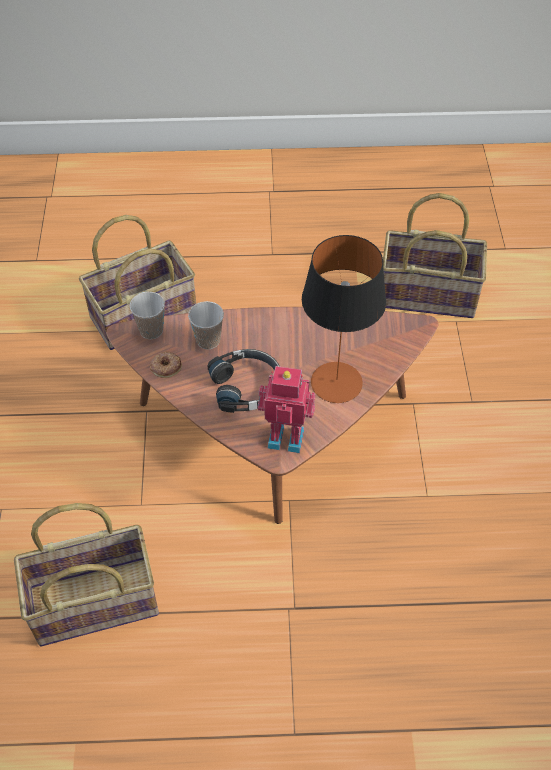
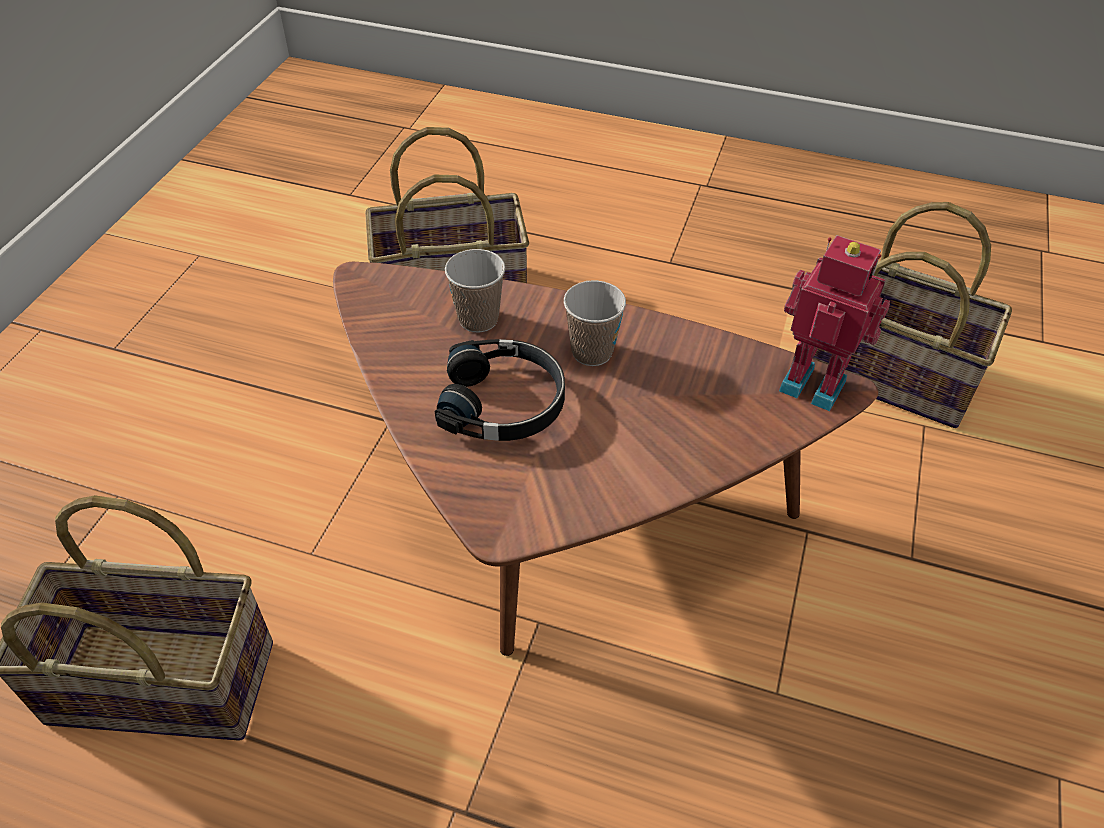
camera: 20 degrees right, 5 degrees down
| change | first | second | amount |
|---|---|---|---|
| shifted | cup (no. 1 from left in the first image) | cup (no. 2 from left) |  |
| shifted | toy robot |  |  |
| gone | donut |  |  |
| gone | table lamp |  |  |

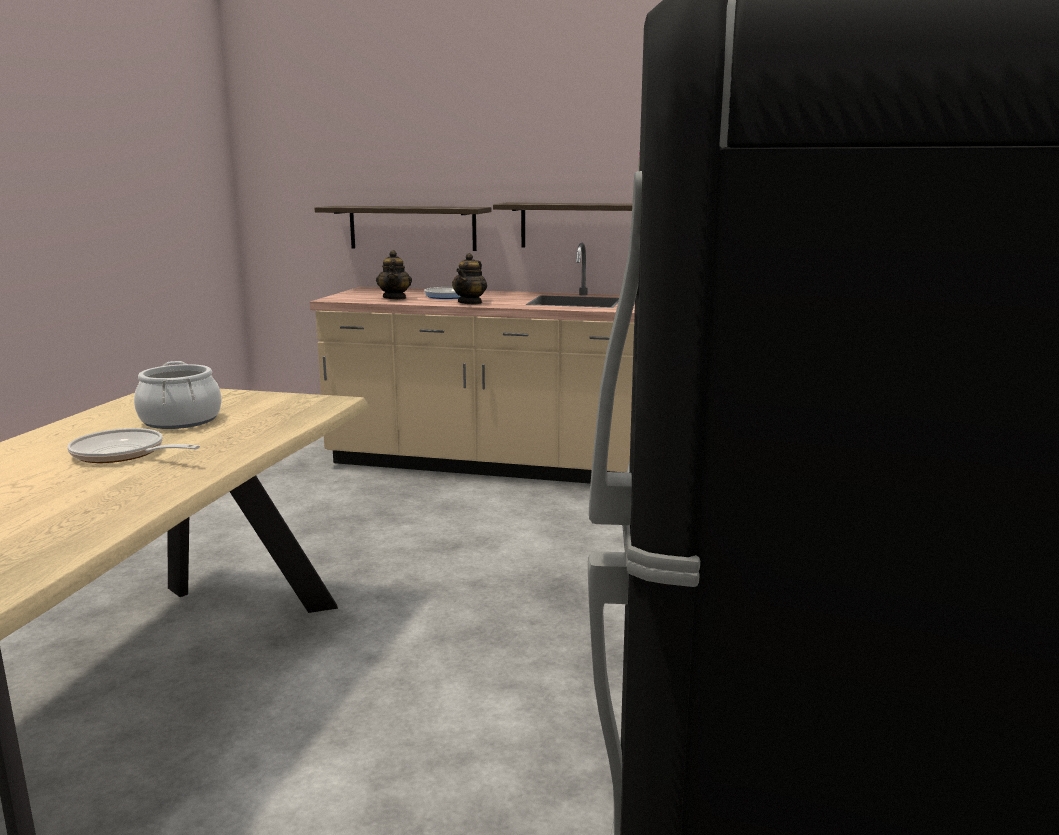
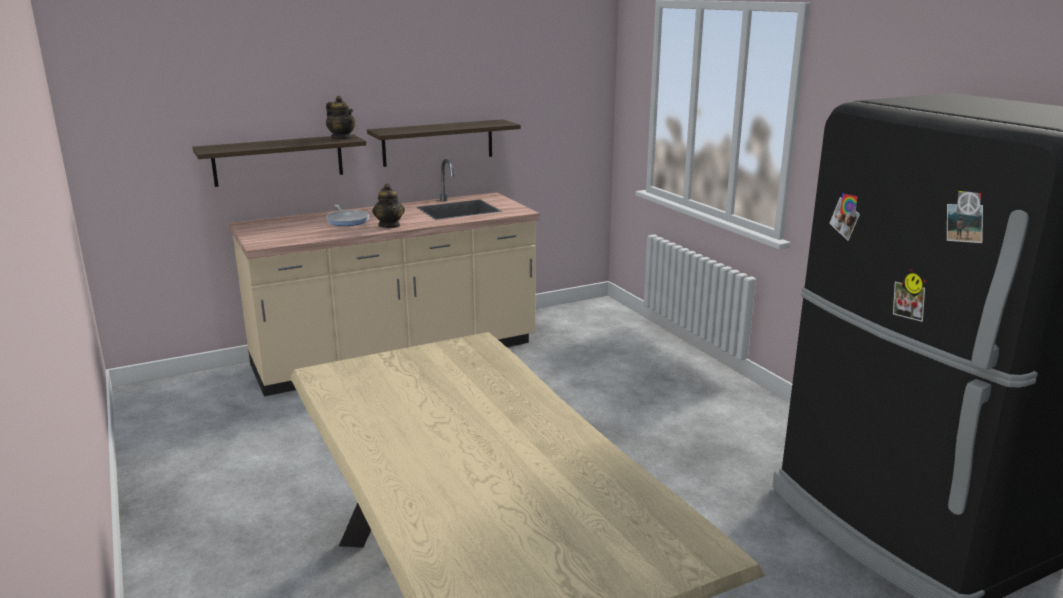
camera: 40 degrees left, 5 degrees up
| change | first | second | amount |
|---|---|---|---|
| shifted | teapot (no. 1 from left) |  |  |
| gone | frying pan (no. 1 from left) |  |  |
| gone | cooking pot |  |  |

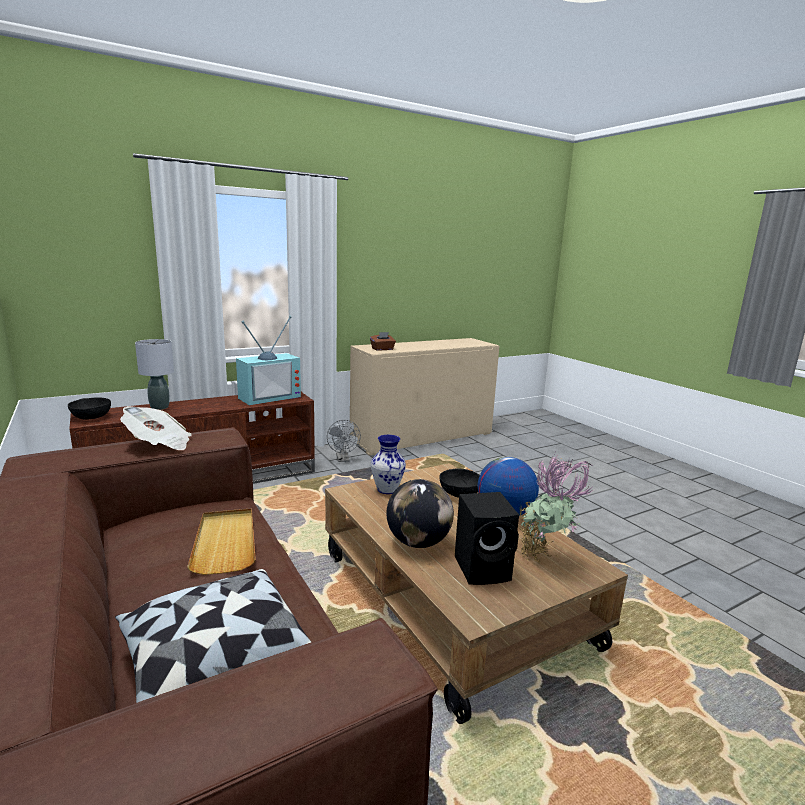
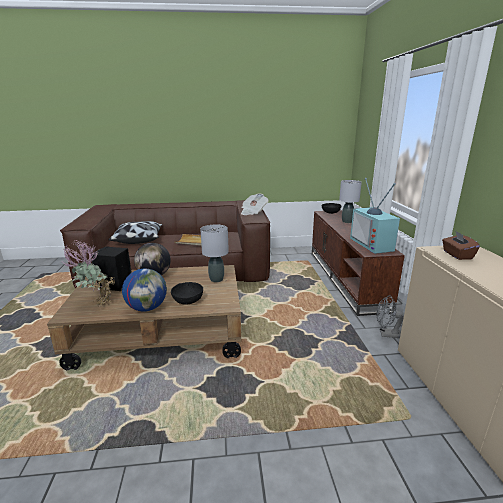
camera: 115 degrees right, 5 degrees up
| change | first | second | amount |
|---|---|---|---|
| swapped | vase | table lamp/grey (no. 1 from left) |  |

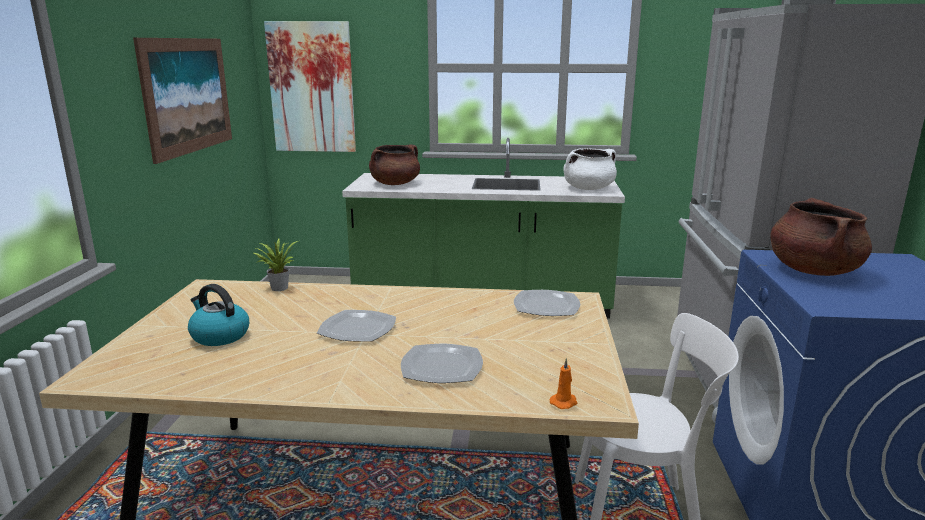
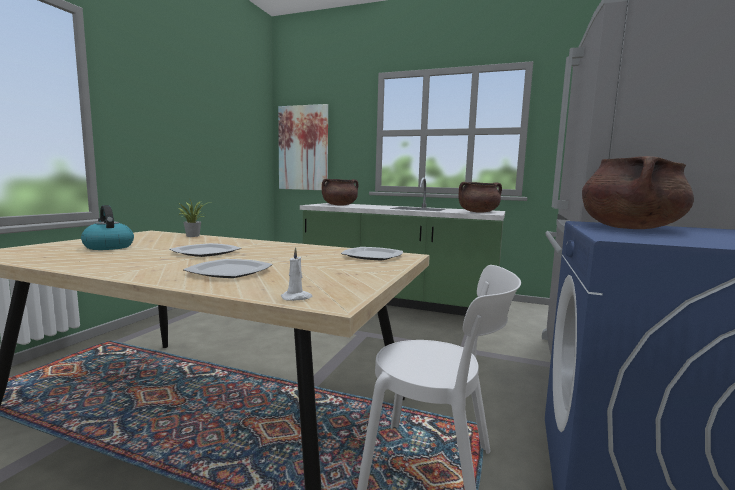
camera: 15 degrees right, 10 degrees down
| change | first | second | amount |
|---|---|---|---|
| repainted | candle/orange | candle/white |  |
| repainted | cooking pot/white | cooking pot/brown (no. 2 from left) |  |
| gone | picture (no. 1 from left) |  |  |

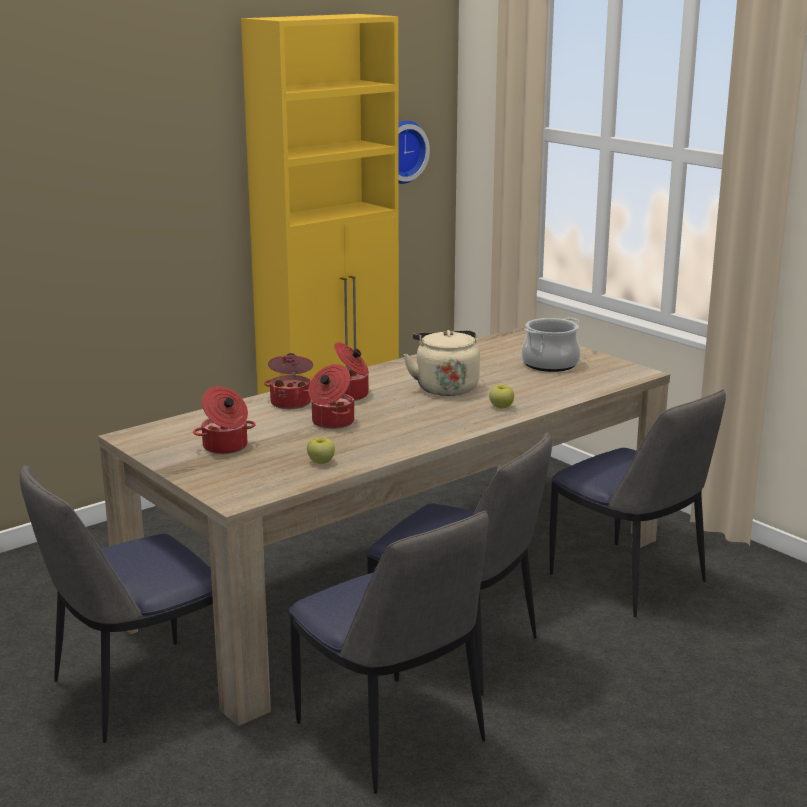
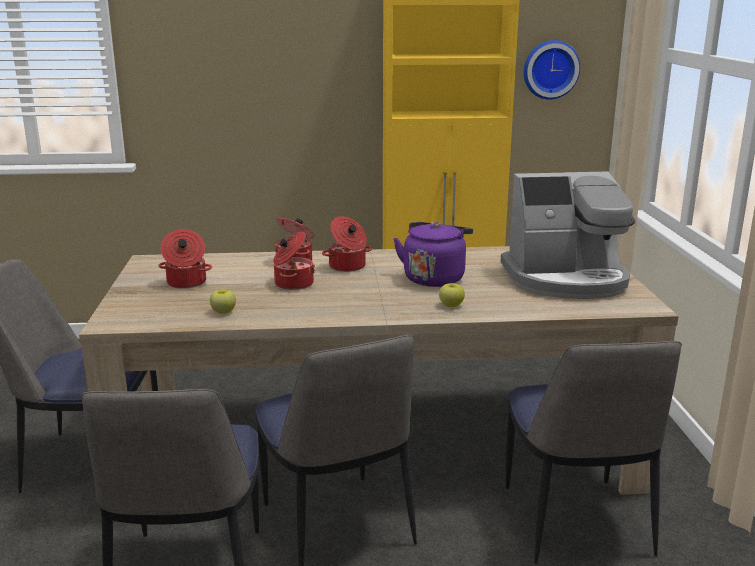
camera: 35 degrees right, 0 degrees up
| change | first | second | amount |
|---|---|---|---|
| repainted | kettle/beige | kettle/purple |  |
| swapped | cooking pot (no. 5 from left) | coffee machine |  |

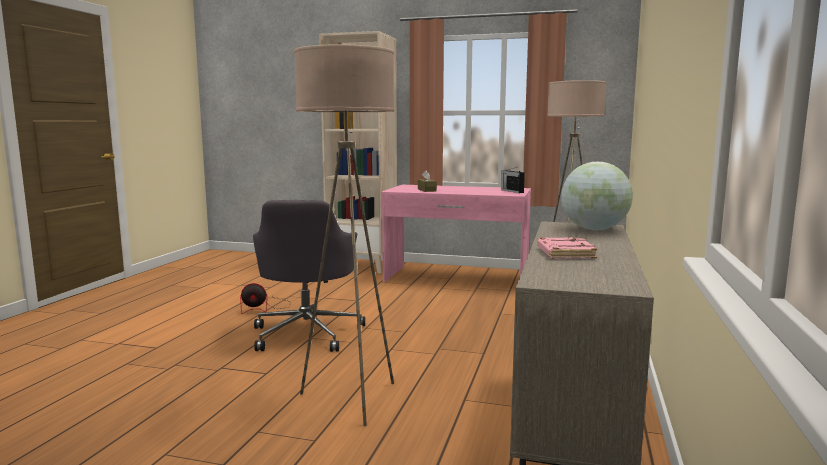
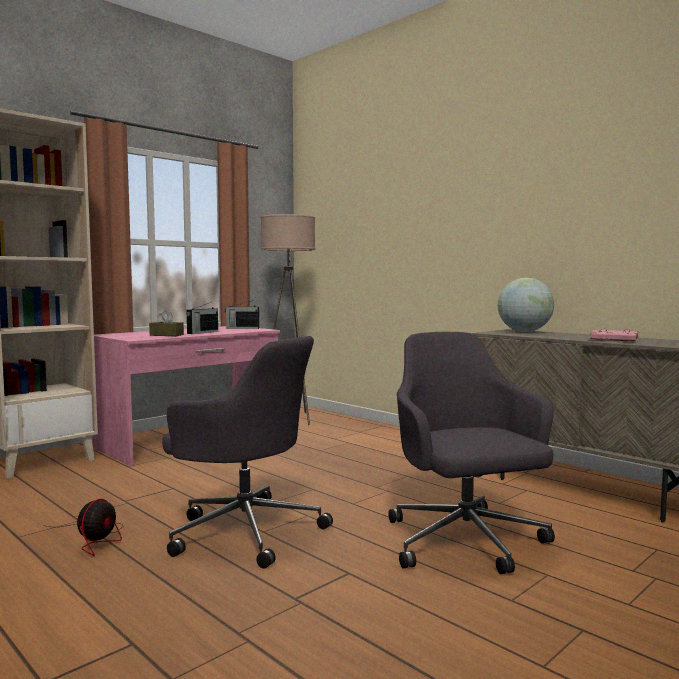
camera: 60 degrees left, 5 degrees down
| change | first | second | amount |
|---|---|---|---|
| new |  | radio (no. 1 from left) |  |
| swapped | floor lamp/beige (no. 1 from left) | office chair/grey (no. 2 from left) |  |

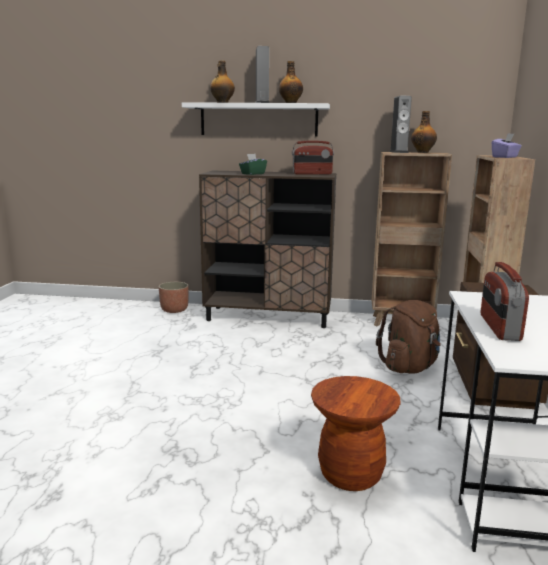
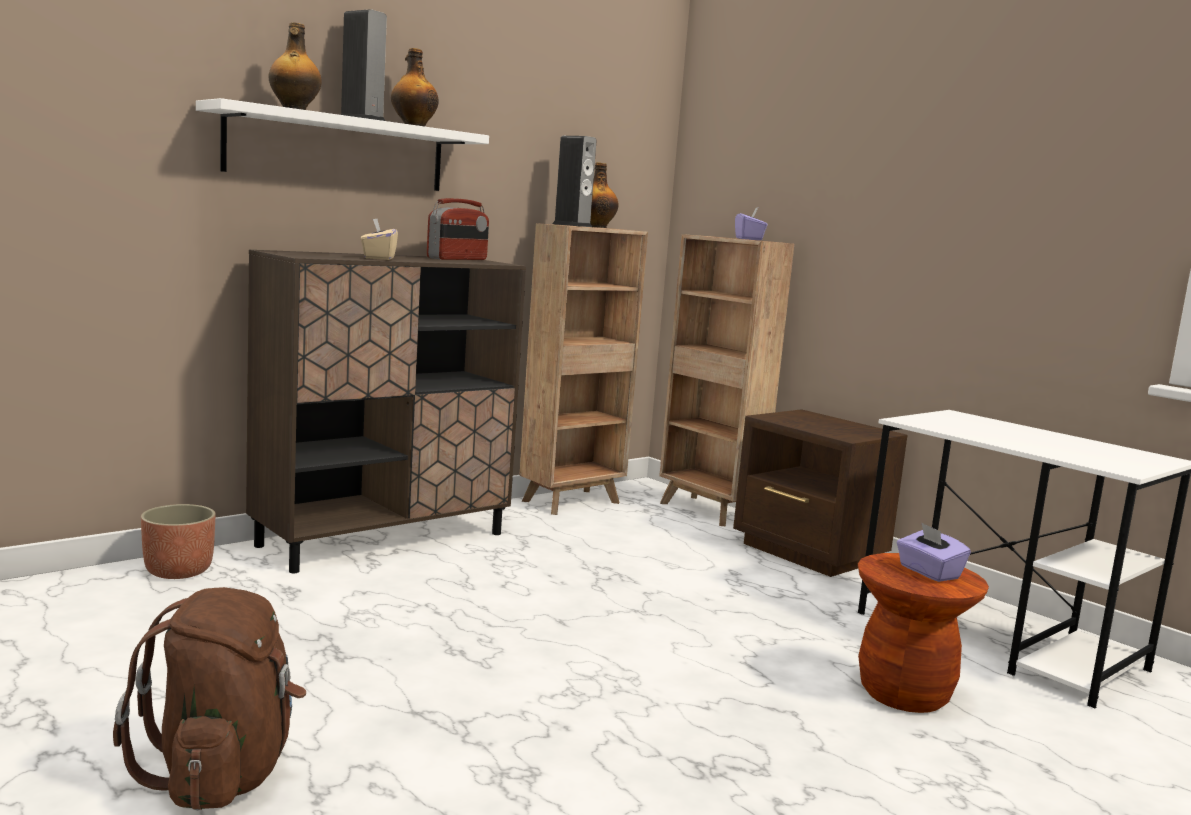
camera: 50 degrees left, 5 degrees down
| change | first | second | amount |
|---|---|---|---|
| shifted | backpack/brown |  |  |
| repainted | tissue box/green | tissue box/beige |  |
| new |  | tissue box/purple (no. 2 from left) |  |
| gone | radio (no. 2 from left) |  |  |

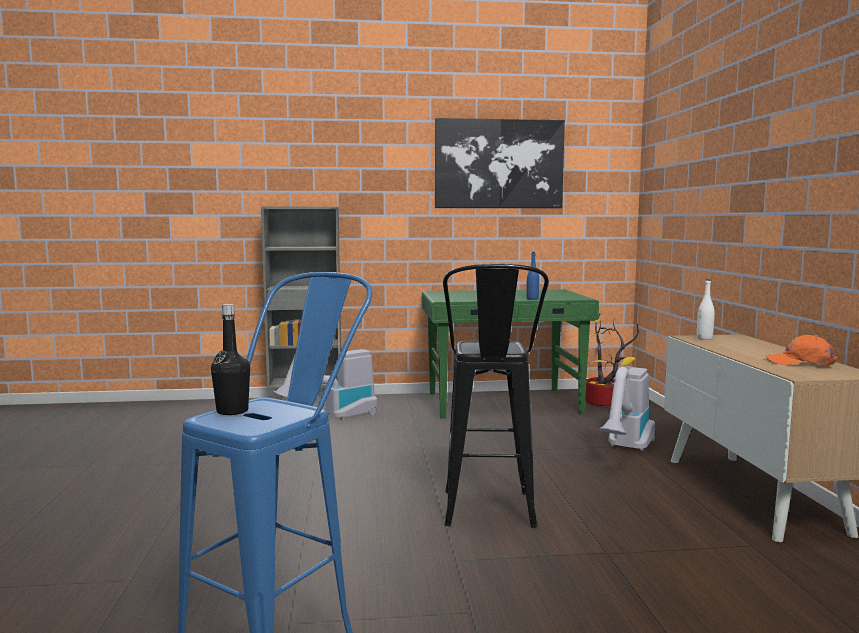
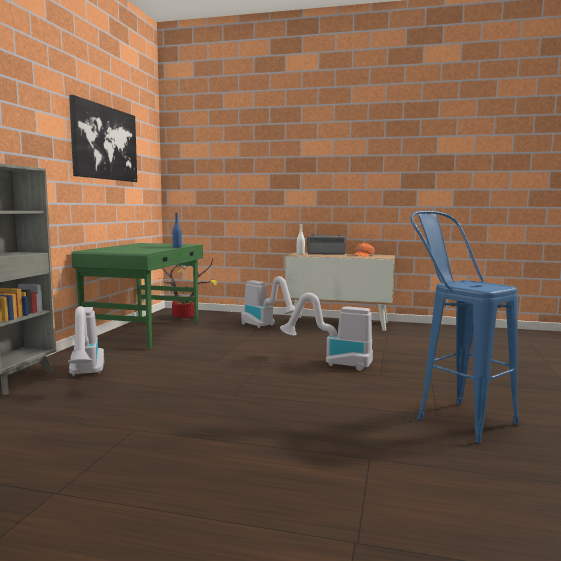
camera: 70 degrees left, 0 degrees up
| change | first | second | amount |
|---|---|---|---|
| swapped | stool/black | vacuum cleaner (no. 3 from left) |  |
| new |  | radio |  |
| gone | bottle/black |  |  |

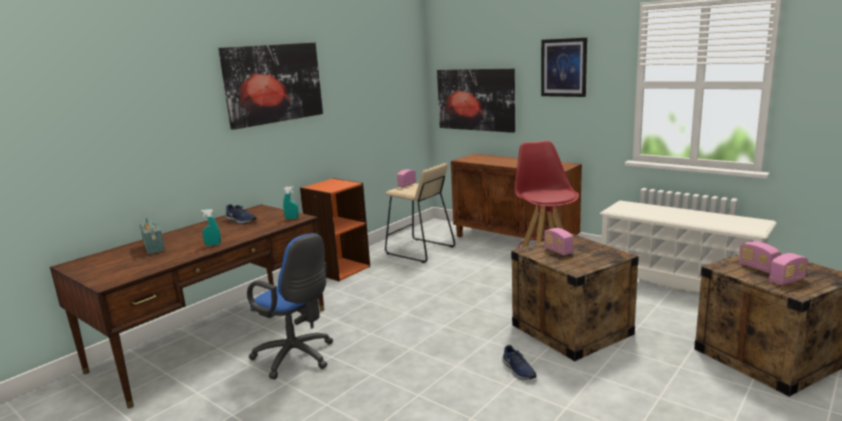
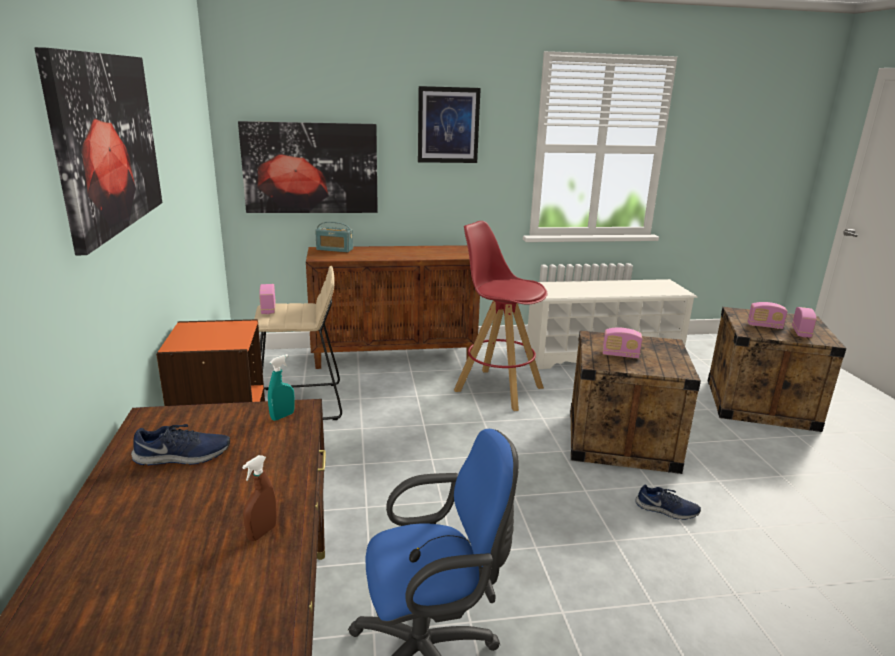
camera: 50 degrees left, 5 degrees up
| change | first | second | amount |
|---|---|---|---|
| repainted | spray bottle/turquoise (no. 1 from left) | spray bottle/brown |  |
| shifted | radio (no. 1 from left in the first image) | radio (no. 2 from left) |  |

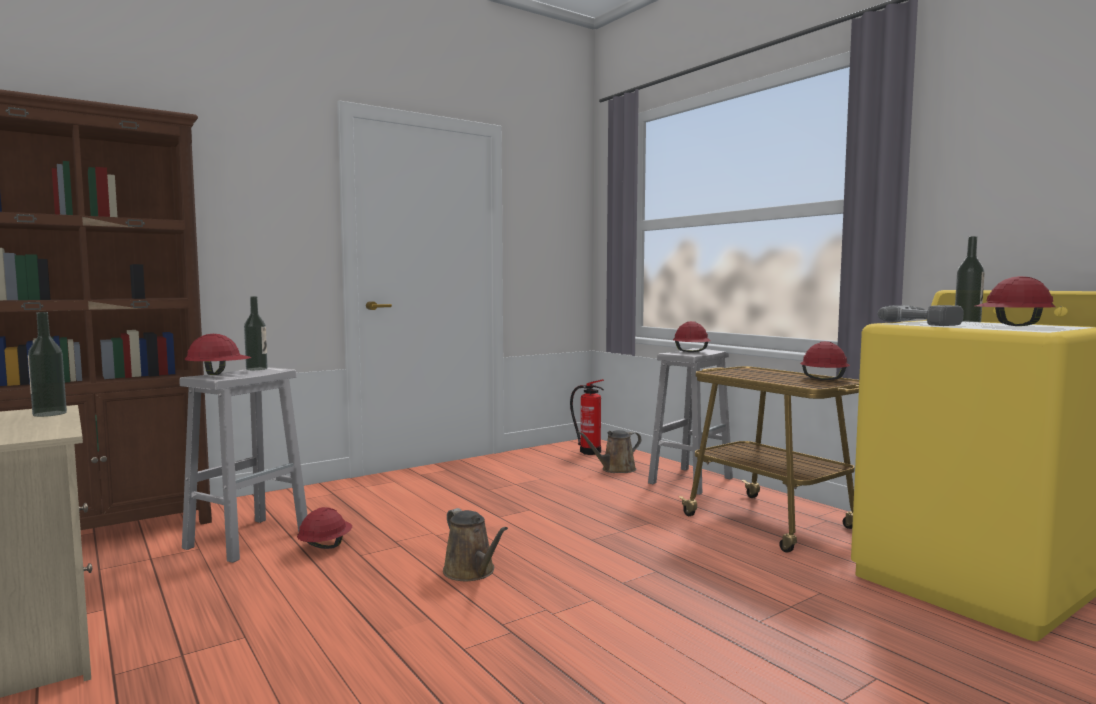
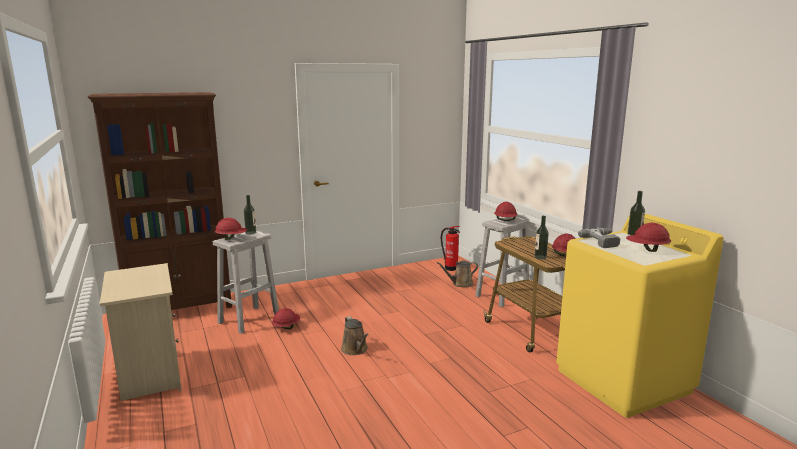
camera: 10 degrees right, 10 degrees up
| change | first | second | amount |
|---|---|---|---|
| shifted | bottle (no. 1 from left in the first image) | bottle (no. 2 from left) |  |

